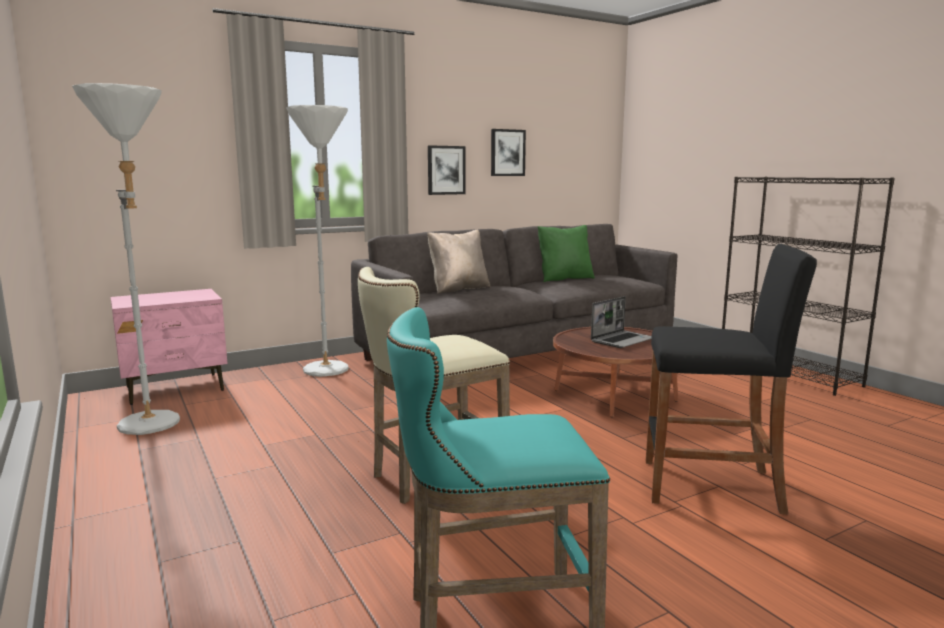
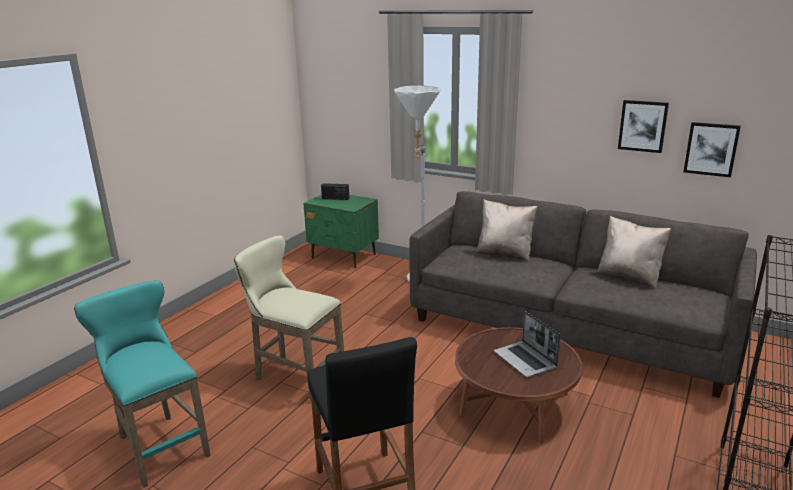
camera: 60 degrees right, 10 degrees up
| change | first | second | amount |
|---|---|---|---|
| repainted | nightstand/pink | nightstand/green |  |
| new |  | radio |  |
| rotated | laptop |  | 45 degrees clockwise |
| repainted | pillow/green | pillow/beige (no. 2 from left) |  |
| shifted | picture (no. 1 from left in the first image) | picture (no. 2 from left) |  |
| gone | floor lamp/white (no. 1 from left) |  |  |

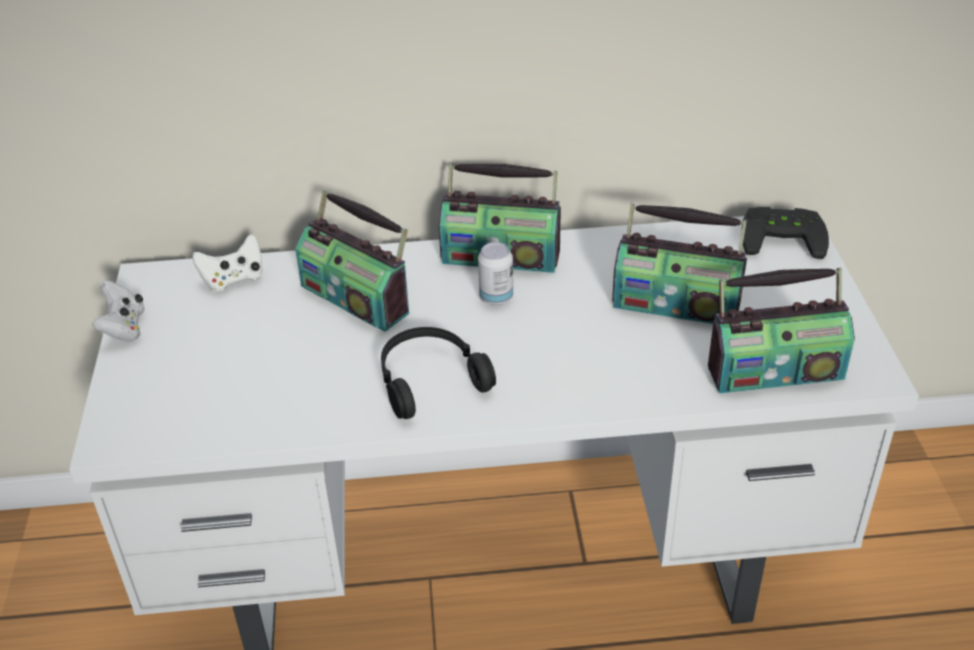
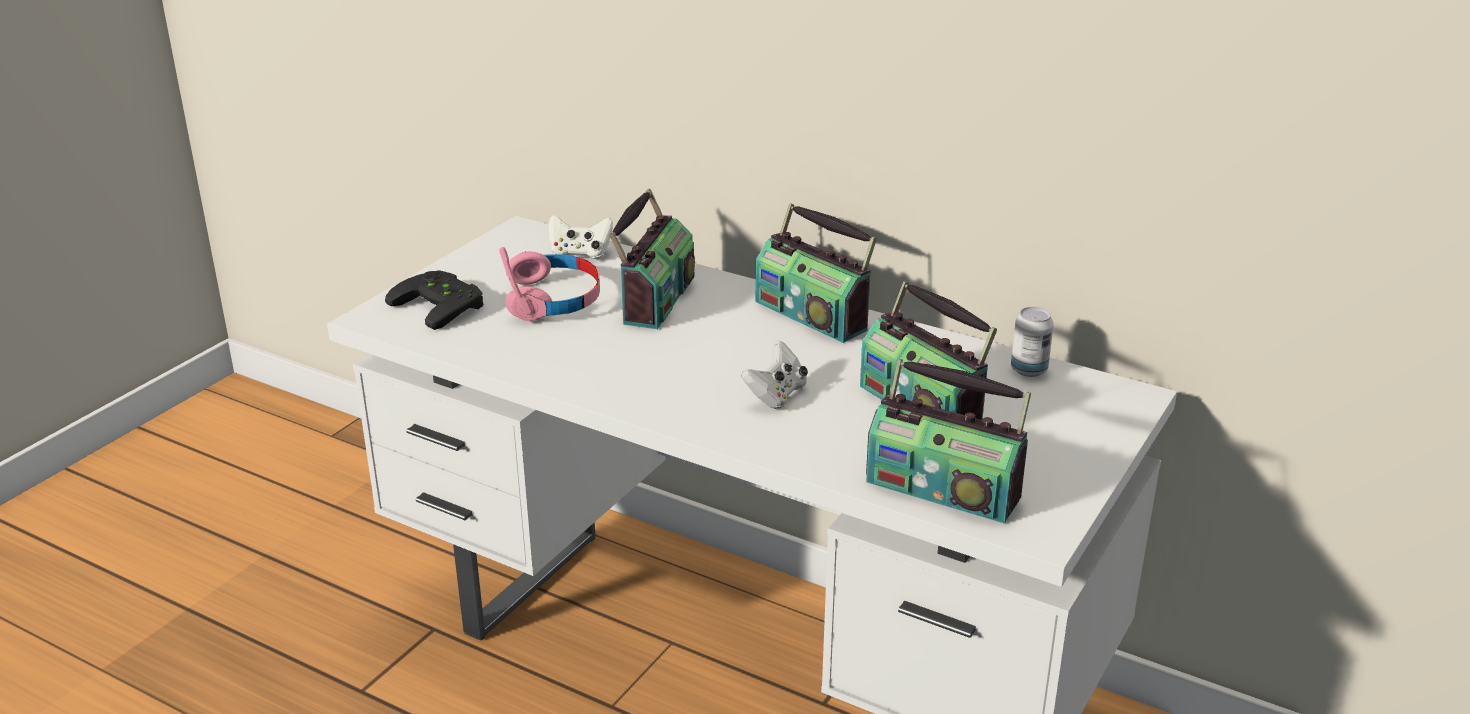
camera: 35 degrees right, 10 degrees down
| change | first | second | amount |
|---|---|---|---|
| shifted | game controller/black |  |  |
| new |  | headphones/pink |  |
| rotated | radio (no. 1 from left) |  | 150 degrees counterclockwise |
| shifted | game controller/white (no. 1 from left in the first image) | game controller/white (no. 2 from left) |  |
| shifted | can |  |  |
| gone | headphones/black |  |  |

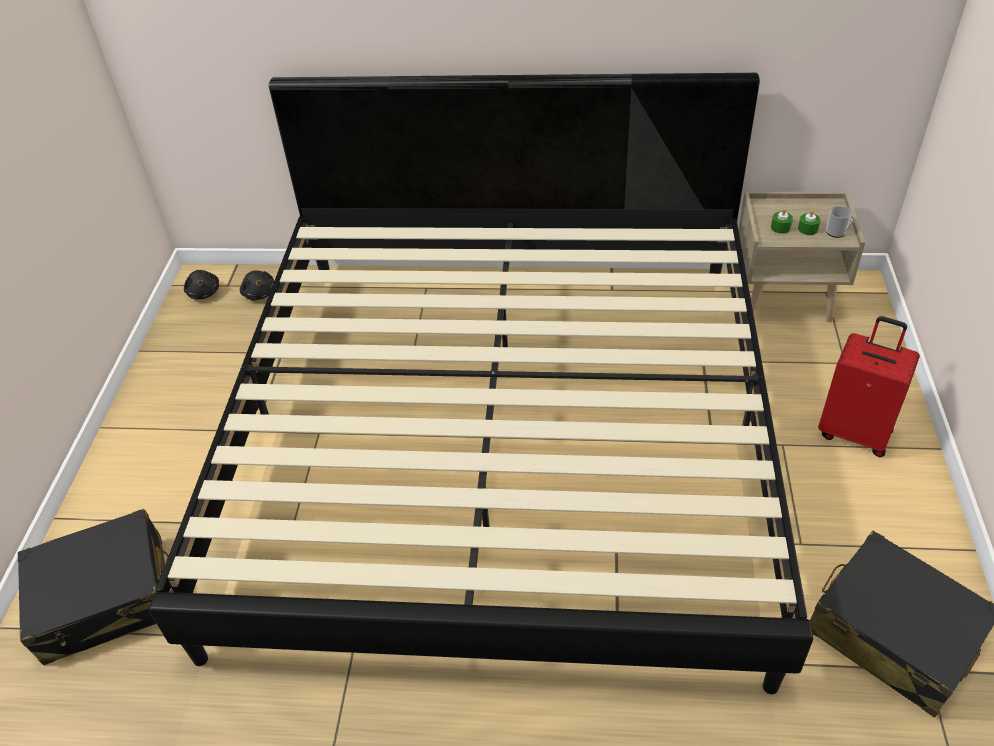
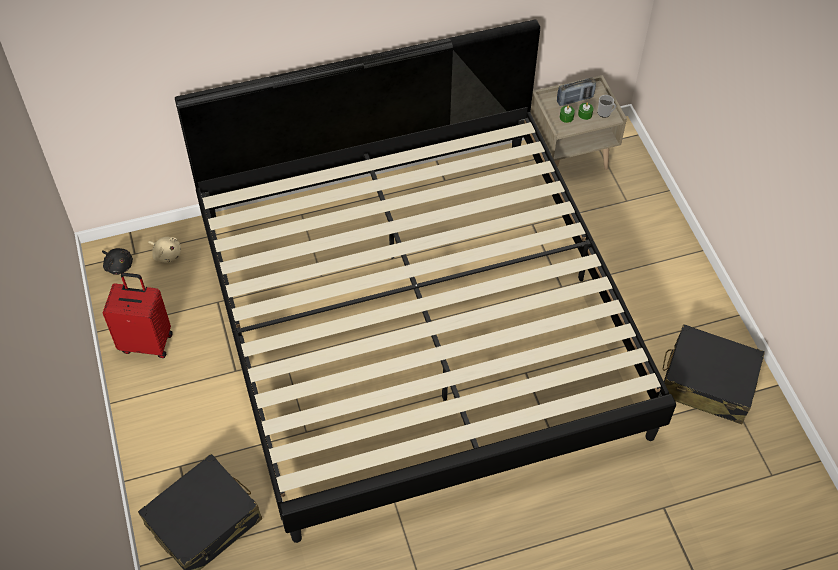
camera: 25 degrees left, 10 degrees up
| change | first | second | amount |
|---|---|---|---|
| shifted | suitcase/red |  |  |
| repainted | plush toy/black (no. 2 from left) | plush toy/beige |  |
| new |  | radio |  |

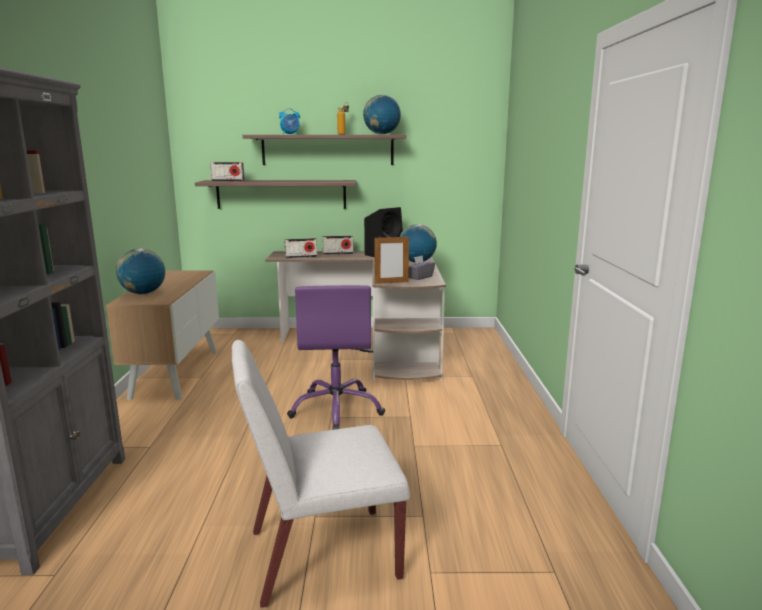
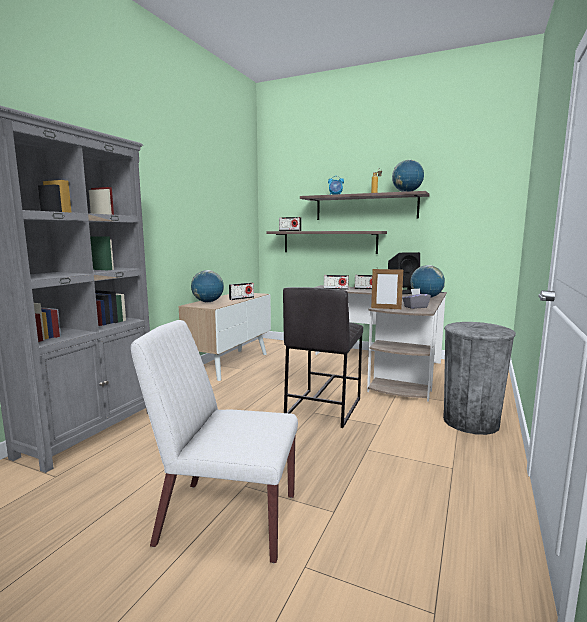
camera: 25 degrees right, 5 degrees down
| change | first | second | amount |
|---|---|---|---|
| new |  | radio (no. 1 from left) |  |
| swapped | office chair/purple | stool/grey |  |
| new |  | trash can/grey |  |

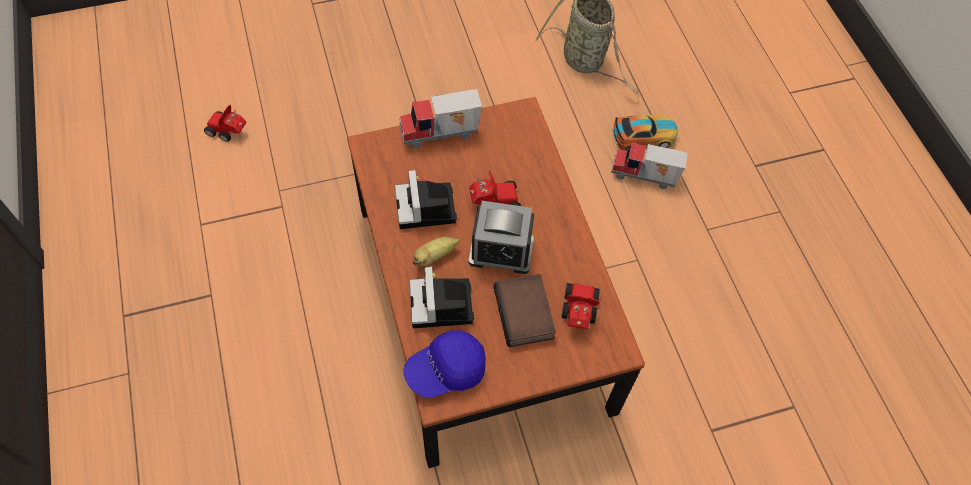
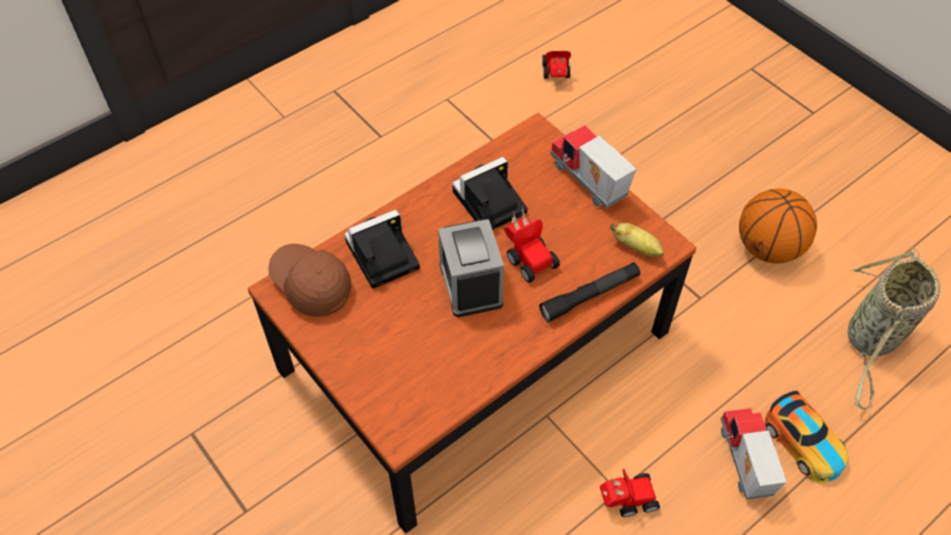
camera: 70 degrees right, 5 degrees down
| change | first | second | amount |
|---|---|---|---|
| repainted | cap/blue | cap/brown |  |
| new |  | flashlight/black |  |
| shifted | toy car (no. 3 from left) |  |  |
| shifted | banana |  |  |
| new |  | basketball |  |
| gone | book |  |  |

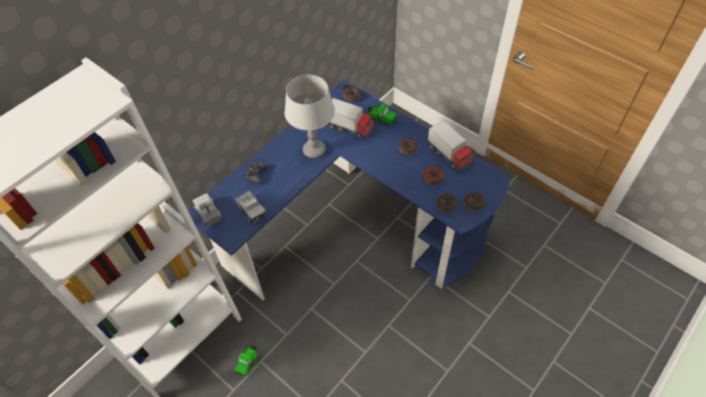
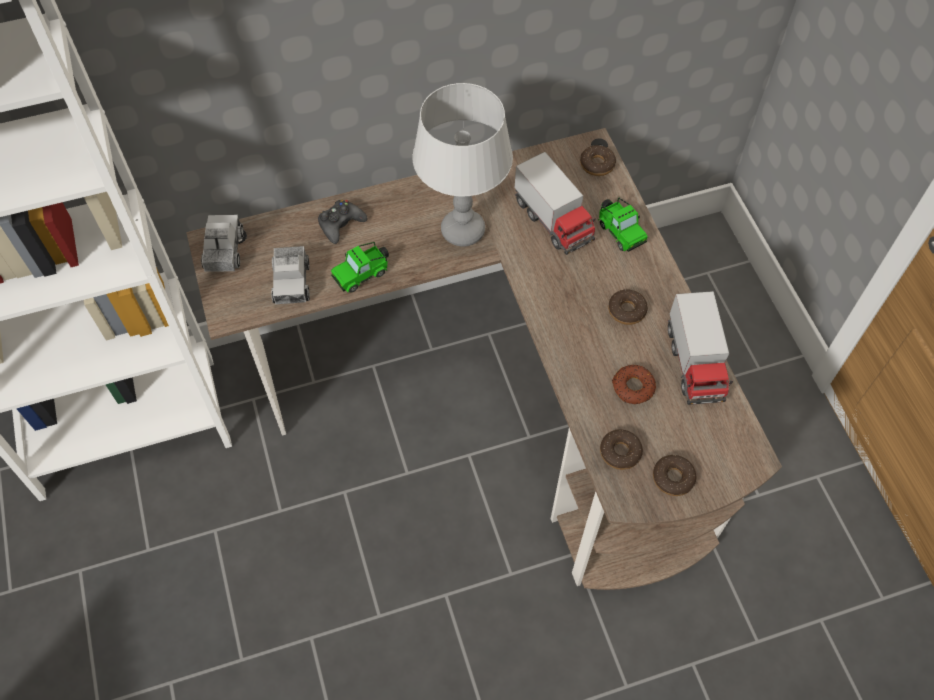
camera: 30 degrees right, 5 degrees up
| change | first | second | amount |
|---|---|---|---|
| repainted | desk/blue | desk/brown |  |
| shifted | toy car (no. 1 from left) |  |  |

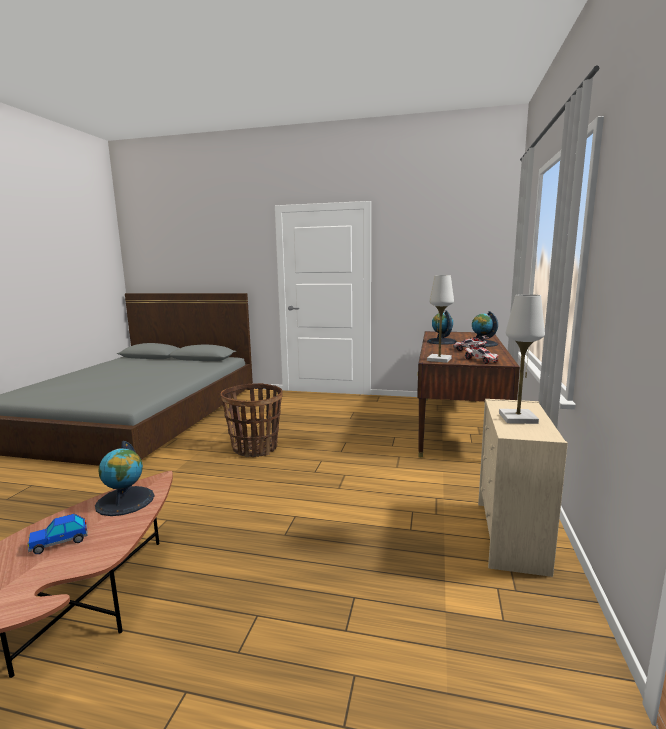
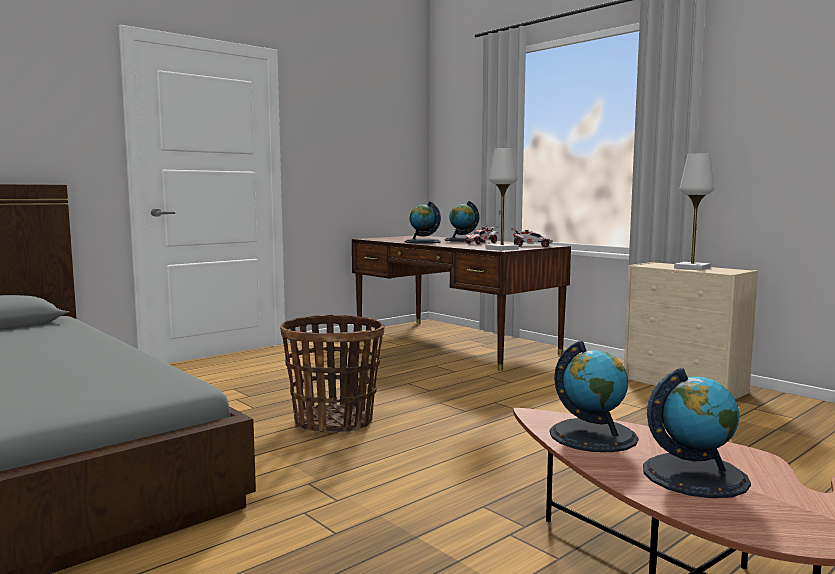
camera: 55 degrees left, 5 degrees down
| change | first | second | amount |
|---|---|---|---|
| swapped | toy car (no. 1 from left) | globe (no. 4 from left) |  |

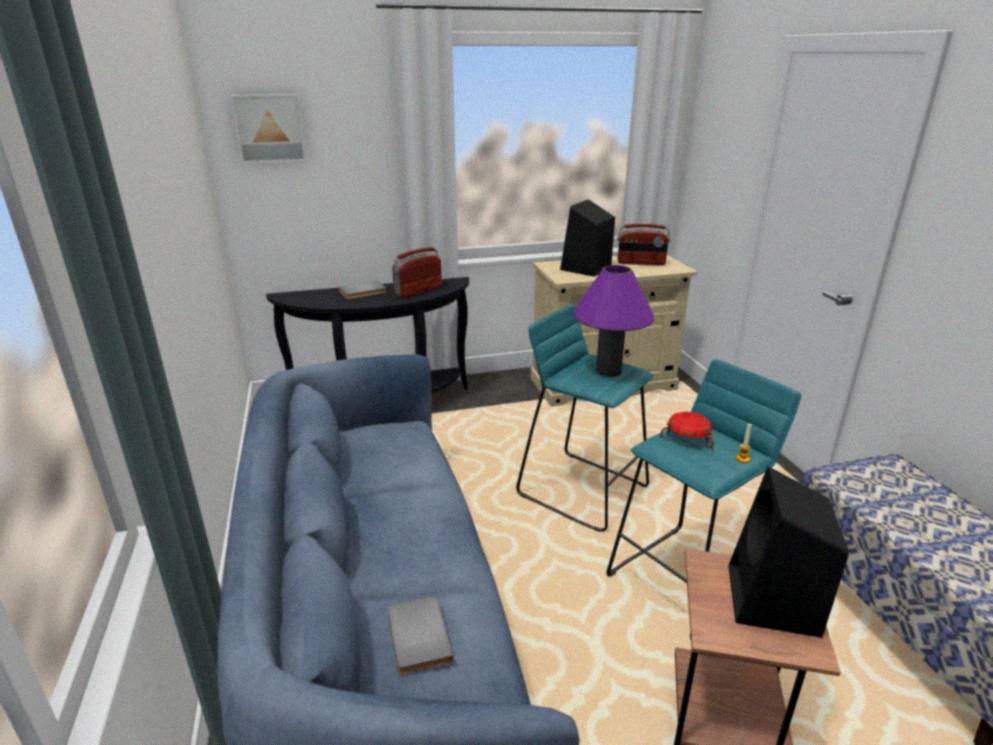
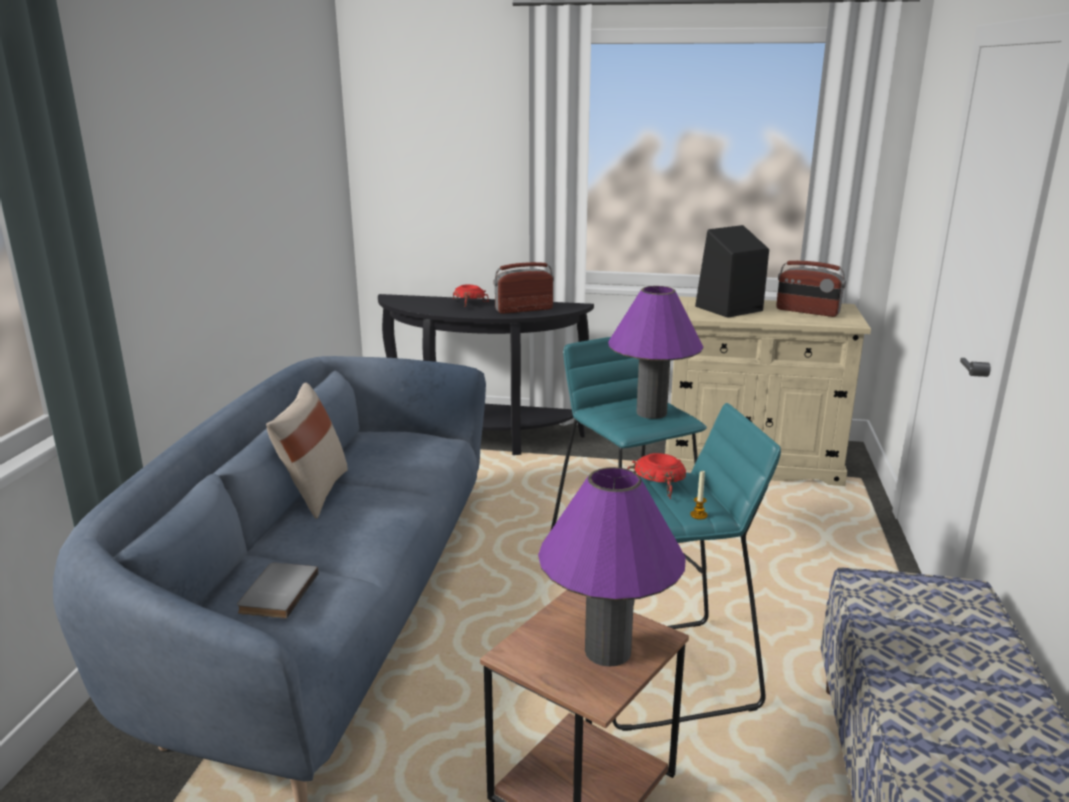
camera: 25 degrees right, 5 degrees down
| change | first | second | amount |
|---|---|---|---|
| new |  | pillow/beige |  |
| swapped | book/grey (no. 1 from left) | bowl/red (no. 1 from left) |  |
| swapped | speaker/black (no. 2 from left) | table lamp/purple (no. 1 from left) |  |
| gone | picture |  |  |

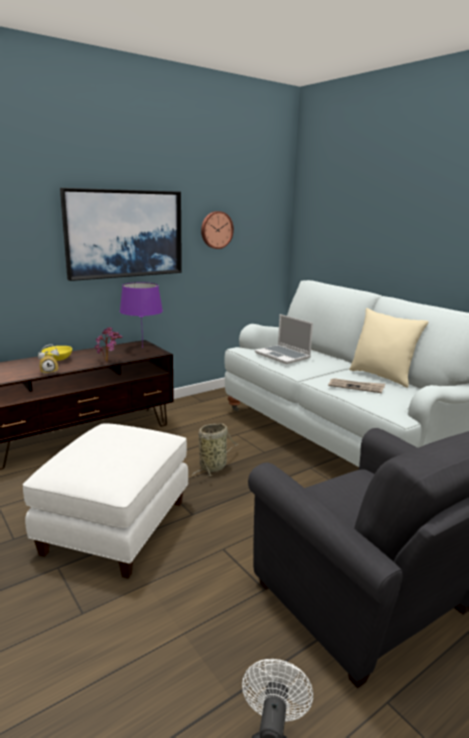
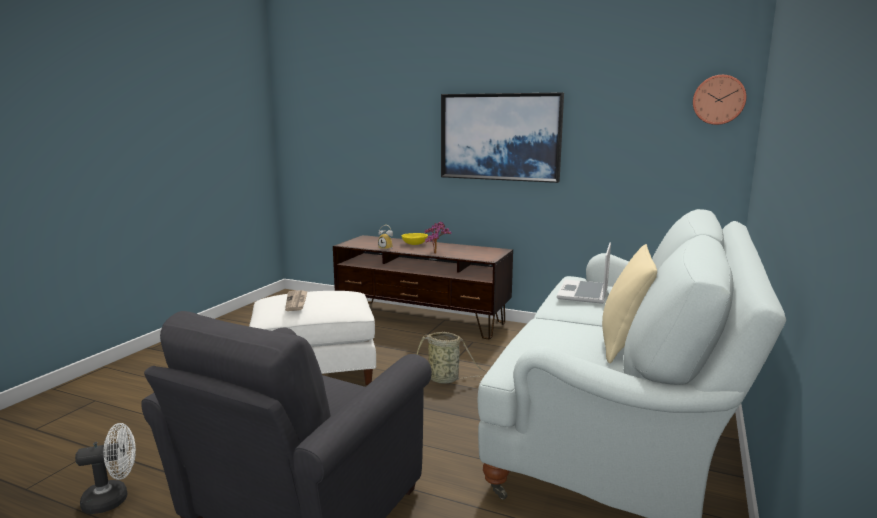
camera: 60 degrees right, 5 degrees down
| change | first | second | amount |
|---|---|---|---|
| shifted | newspaper |  |  |
| shifted | wall clock |  |  |
| gone | table lamp/purple |  |  |

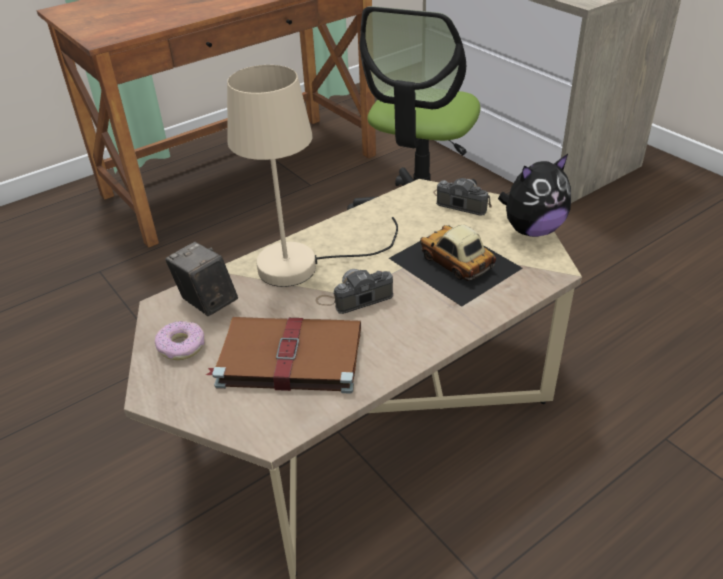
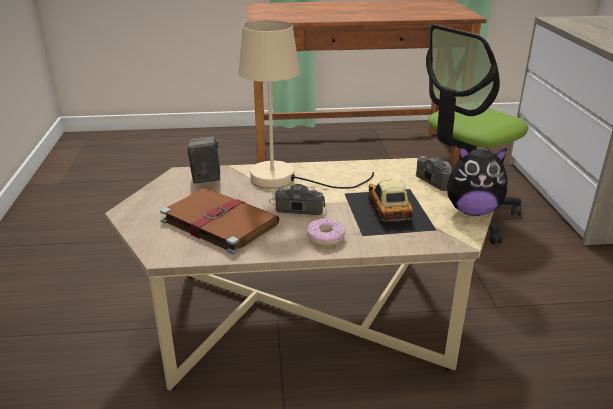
camera: 30 degrees right, 10 degrees down
| change | first | second | amount |
|---|---|---|---|
| shifted | donut |  |  |

